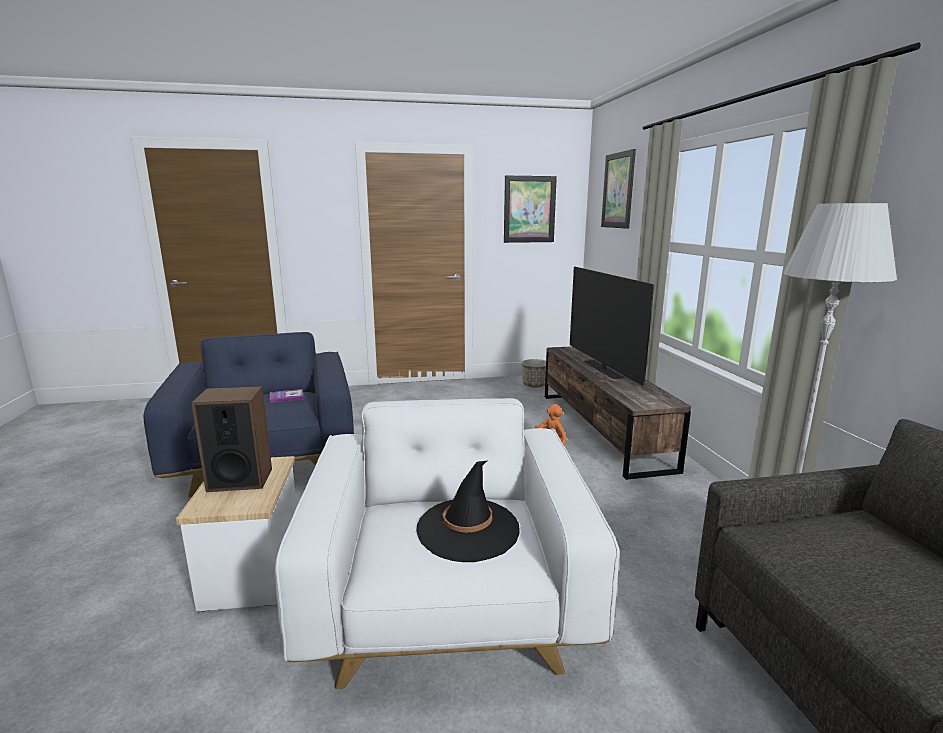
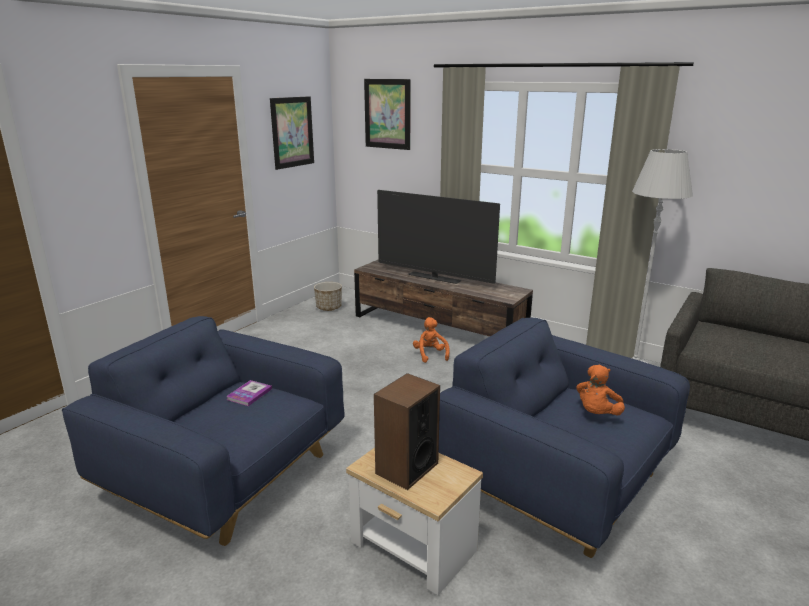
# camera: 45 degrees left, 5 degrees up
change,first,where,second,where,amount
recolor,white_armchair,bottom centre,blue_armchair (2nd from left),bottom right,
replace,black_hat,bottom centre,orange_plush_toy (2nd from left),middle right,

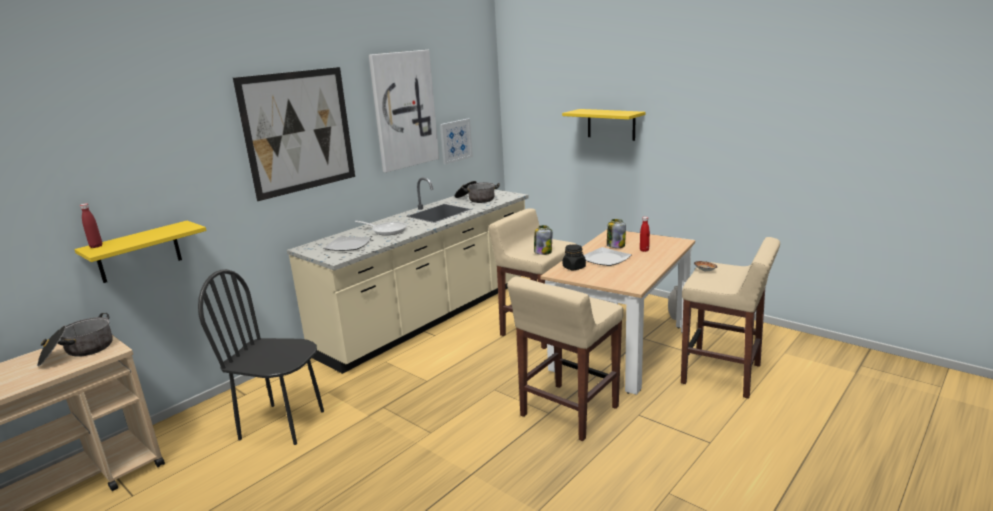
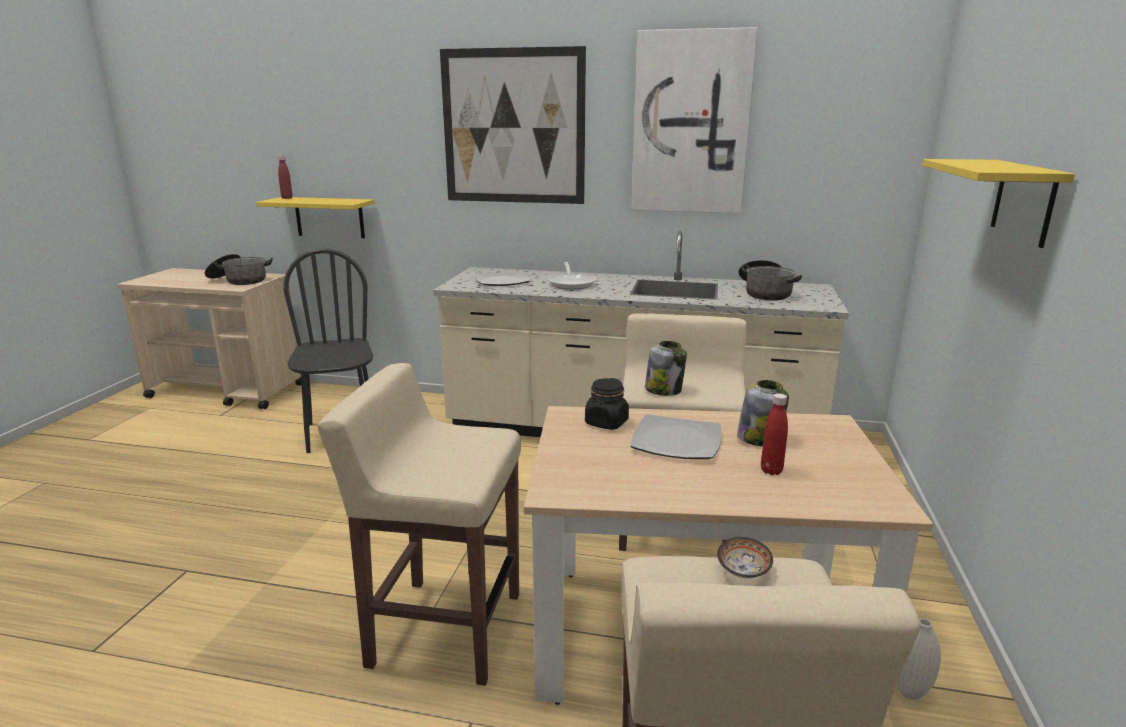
# camera: 60 degrees right, 0 degrees up
change,first,where,second,where,amount
delete,picture (3rd from left),top centre,,,

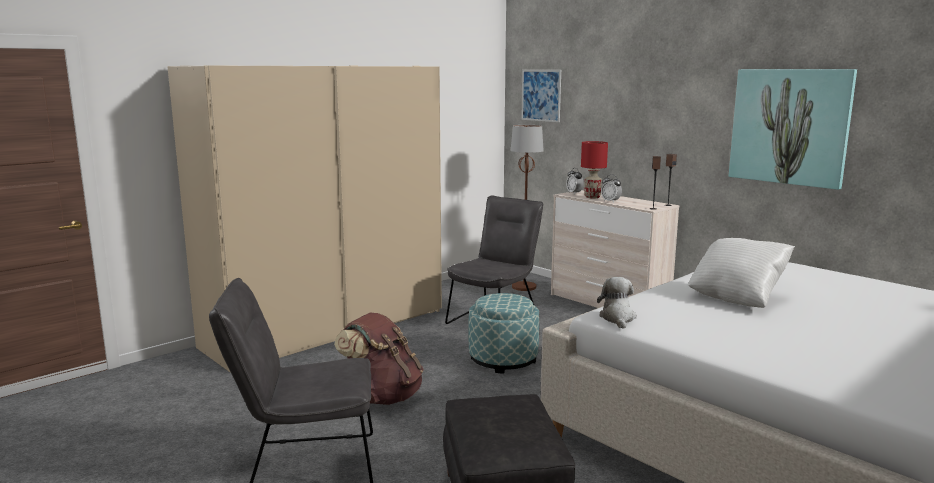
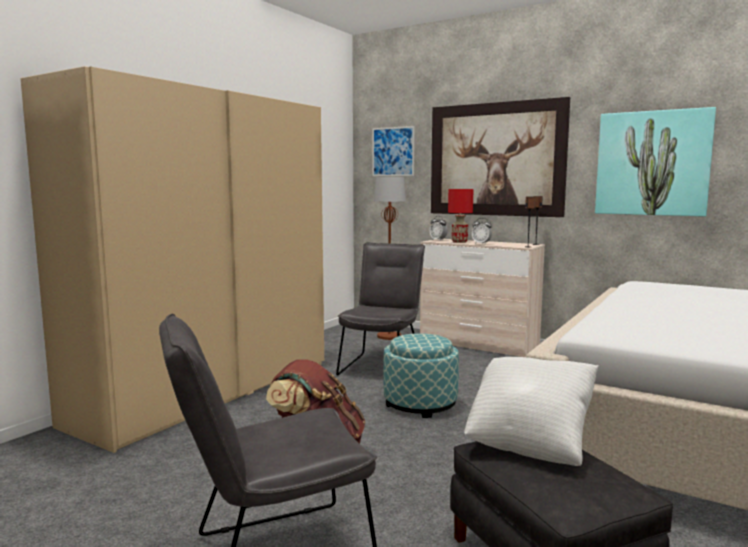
# camera: 15 degrees left, 5 degrees down
change,first,where,second,where,amount
move,white_pillow,middle right,,bottom right,
delete,plush_toy,centre,,,
insert,,,picture (2nd from left),top right,

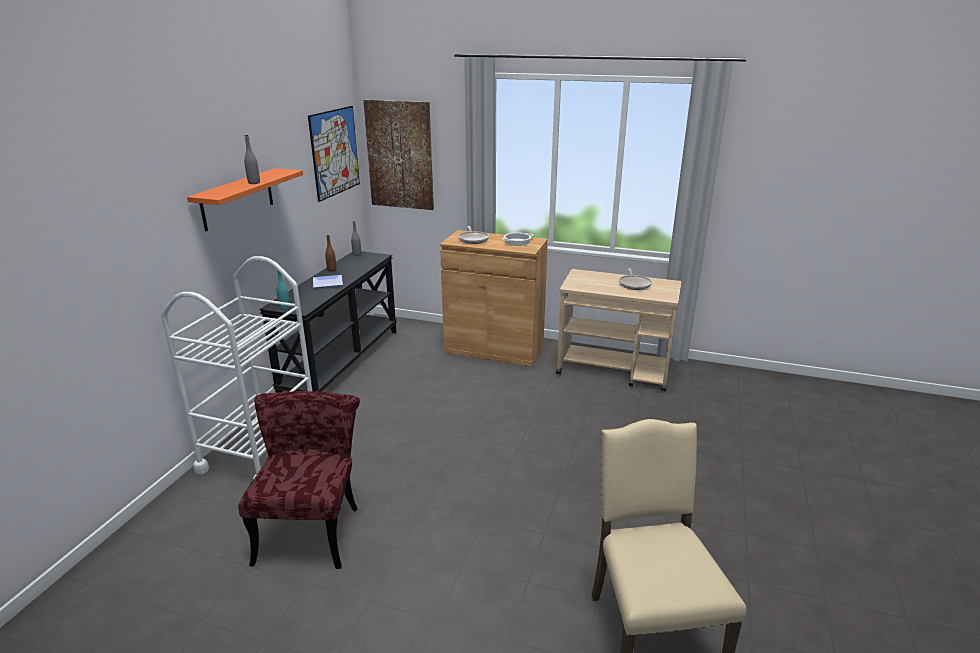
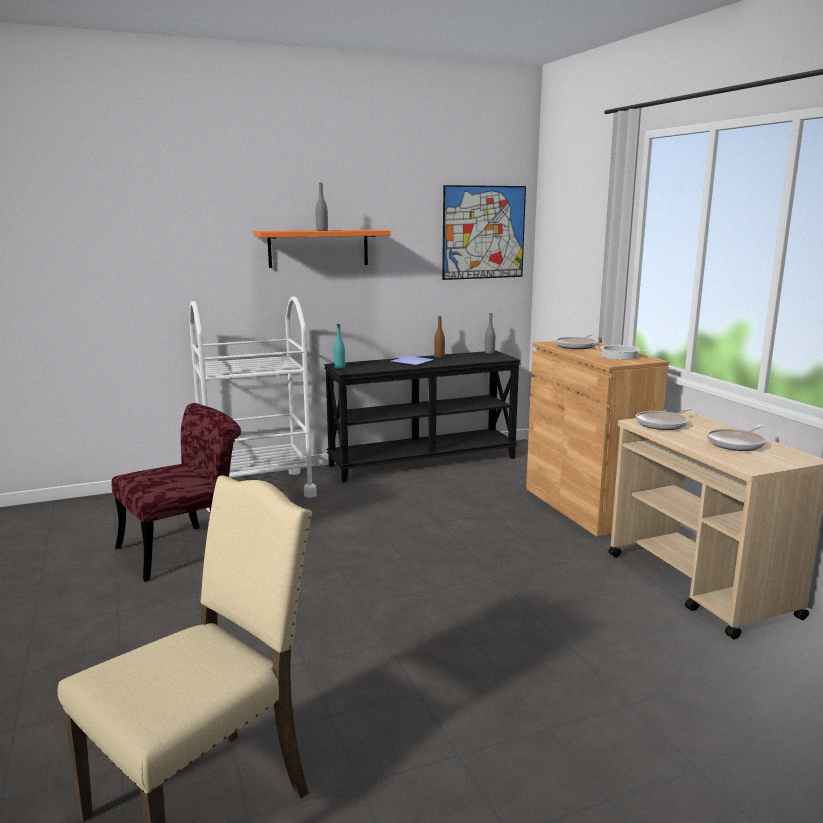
# camera: 50 degrees right, 10 degrees down
change,first,where,second,where,amount
delete,picture (2nd from left),top centre,,,
insert,,,frying_pan (2nd from left),middle right,

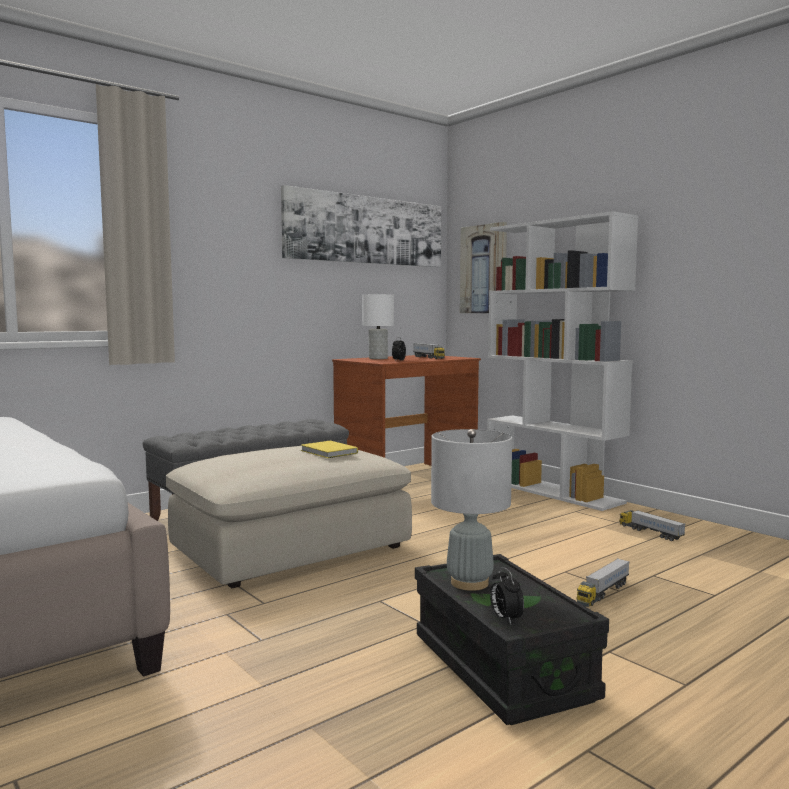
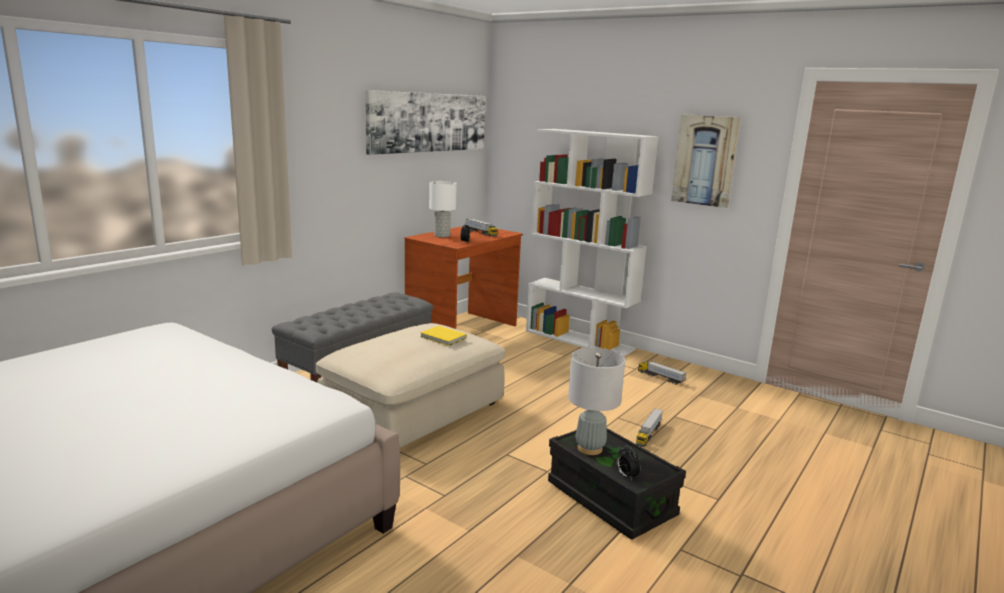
# camera: 15 degrees left, 10 degrees up
change,first,where,second,where,amount
move,picture (2nd from left),centre,,top right,

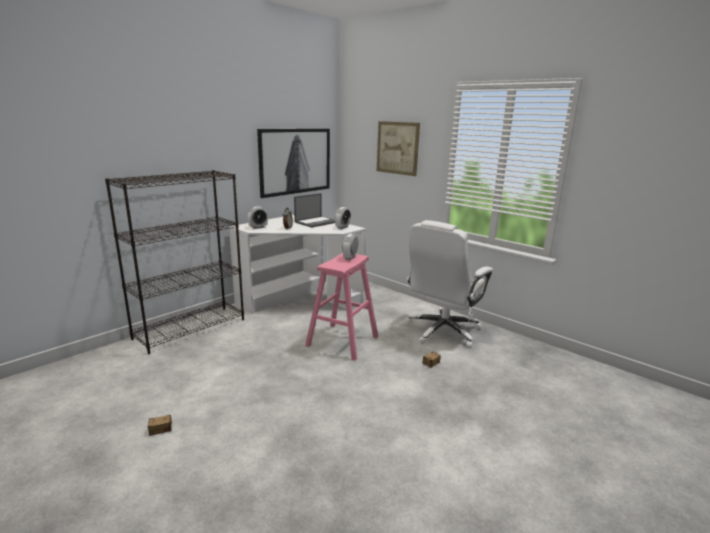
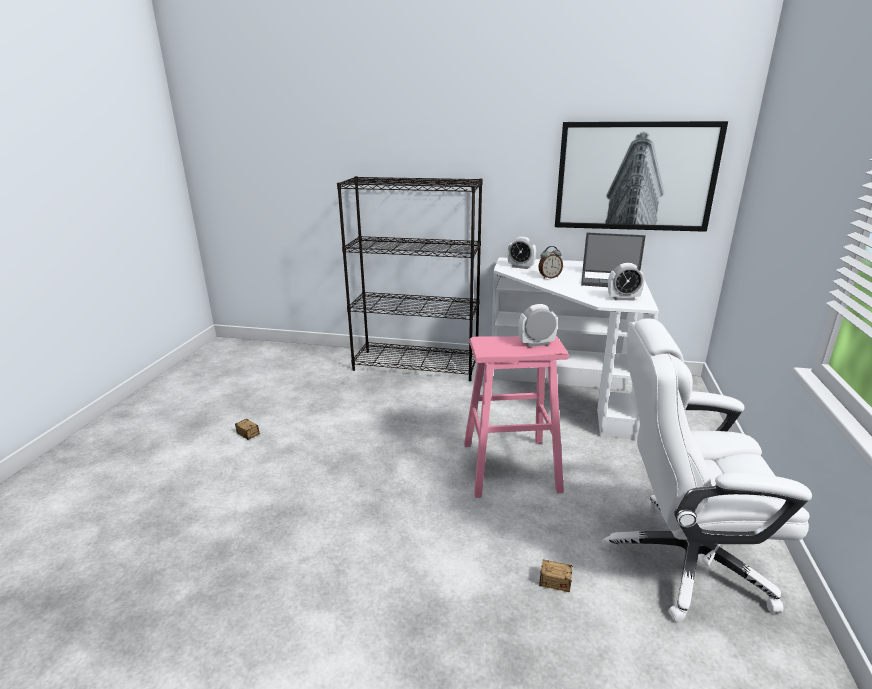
# camera: 60 degrees right, 5 degrees up
change,first,where,second,where,amount
delete,picture (2nd from left),top centre,,,

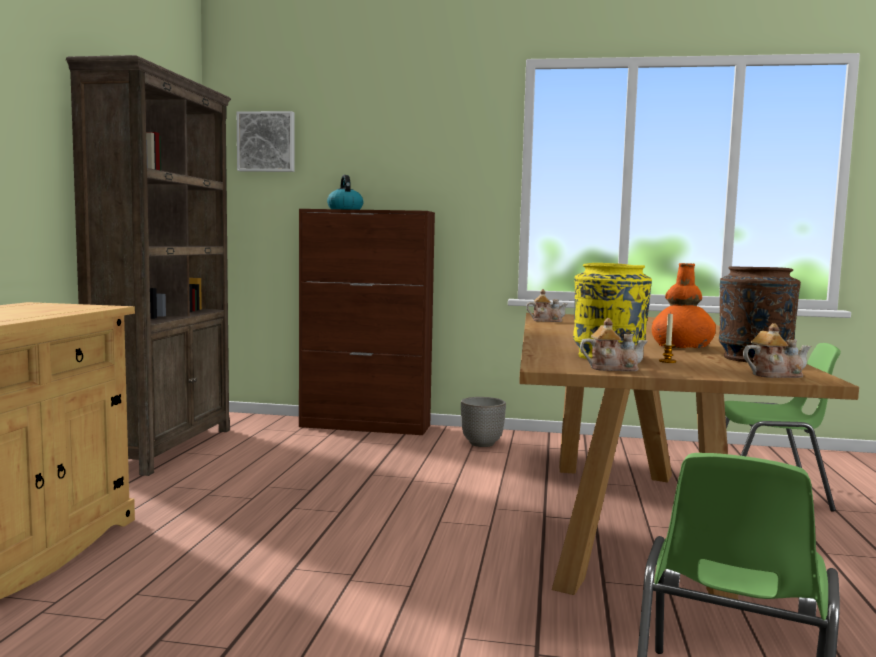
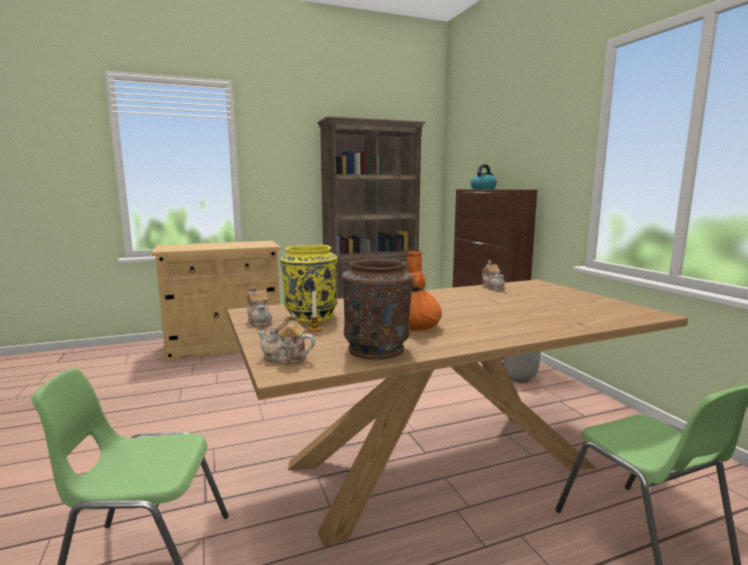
# camera: 60 degrees right, 5 degrees up
change,first,where,second,where,amount
delete,picture,top left,,,
rotate,teapot (3rd from left in the first image),middle right,teapot (2nd from left),centre,135 degrees clockwise

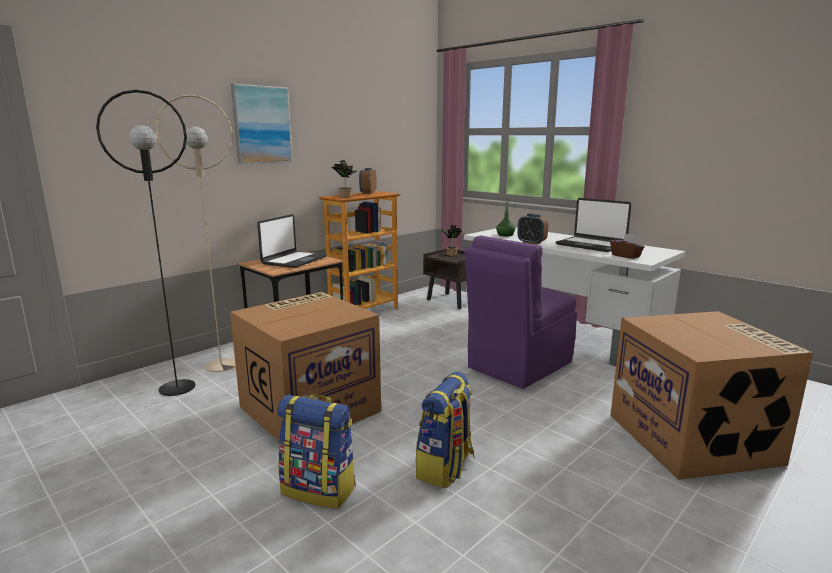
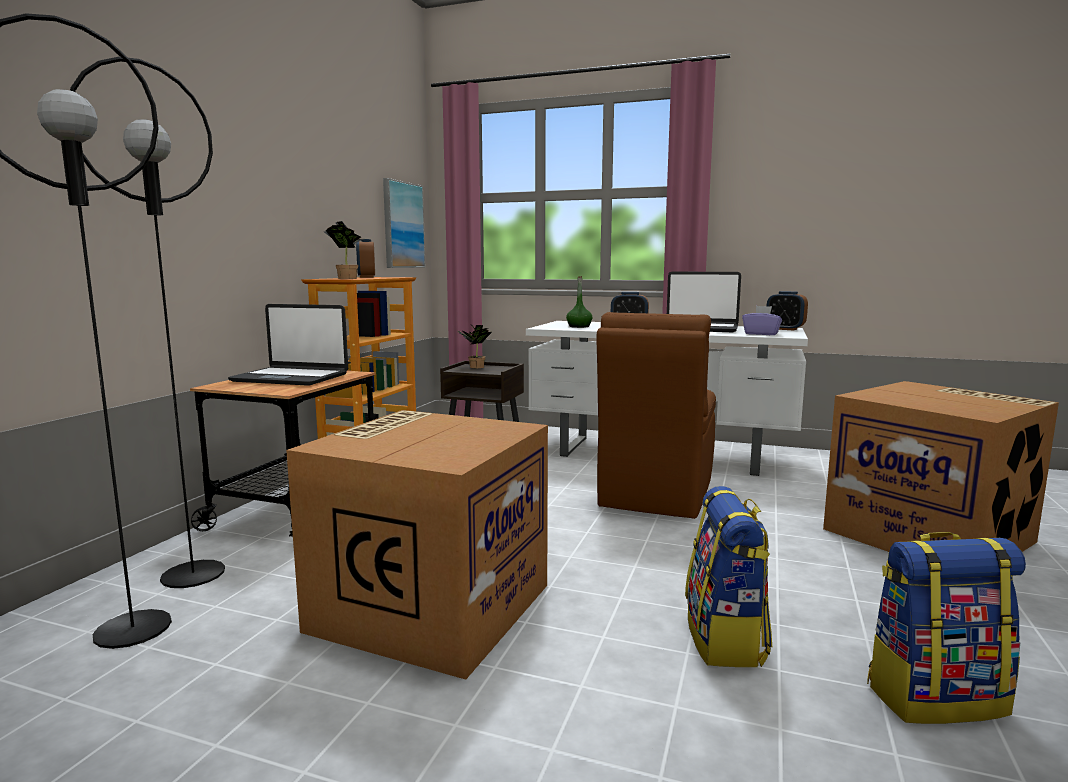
# camera: 25 degrees left, 5 degrees down
change,first,where,second,where,amount
move,picture,top left,,top centre,
recolor,beige_floor_lamp,middle left,black_floor_lamp (2nd from left),middle left,
rotate,laptop (1st from left),centre,,middle left,105 degrees clockwise
recolor,brown_tissue_box,middle right,purple_tissue_box,middle right,
recolor,purple_chair,centre,brown_chair,centre,
move,backpack (1st from left in the first image),bottom centre,backpack (2nd from left),bottom right,
insert,,,alarm_clock (3rd from left),middle right,

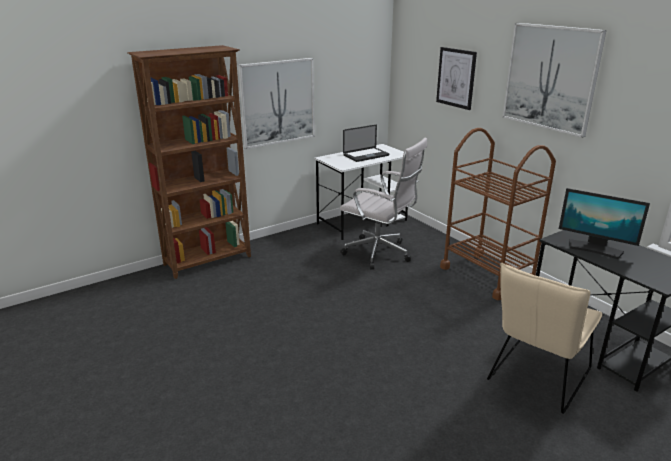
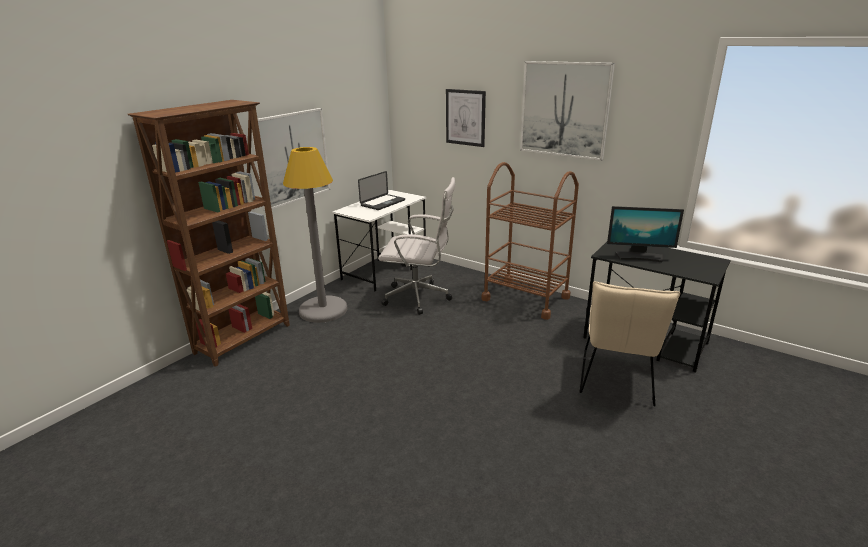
# camera: 20 degrees left, 0 degrees up
change,first,where,second,where,amount
insert,,,grey_floor_lamp,centre,

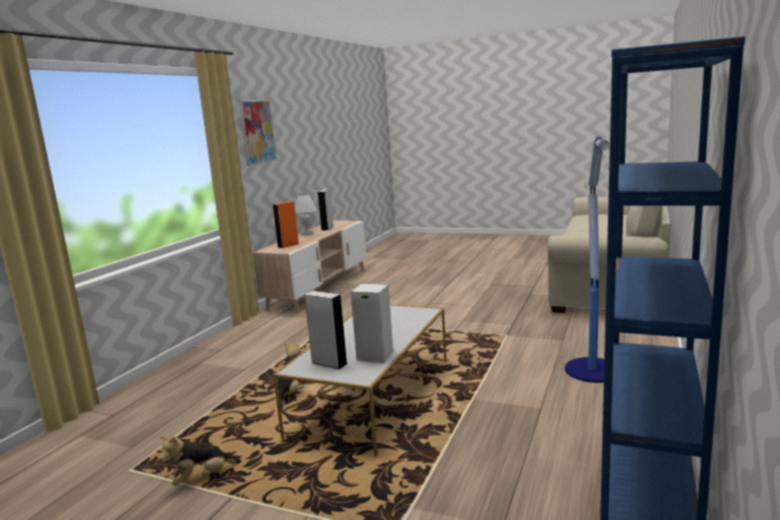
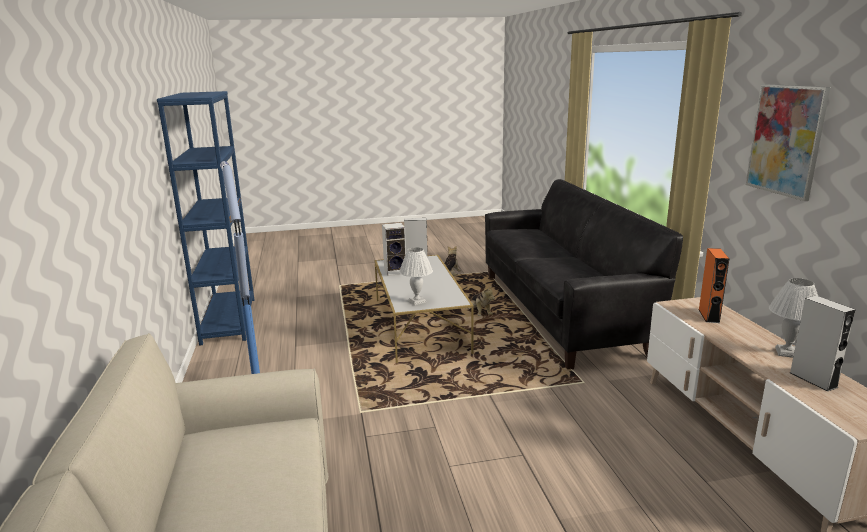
# camera: 145 degrees right, 5 degrees up
change,first,where,second,where,amount
insert,,,black_sofa,middle right,
insert,,,white_table_lamp (1st from left),centre,

